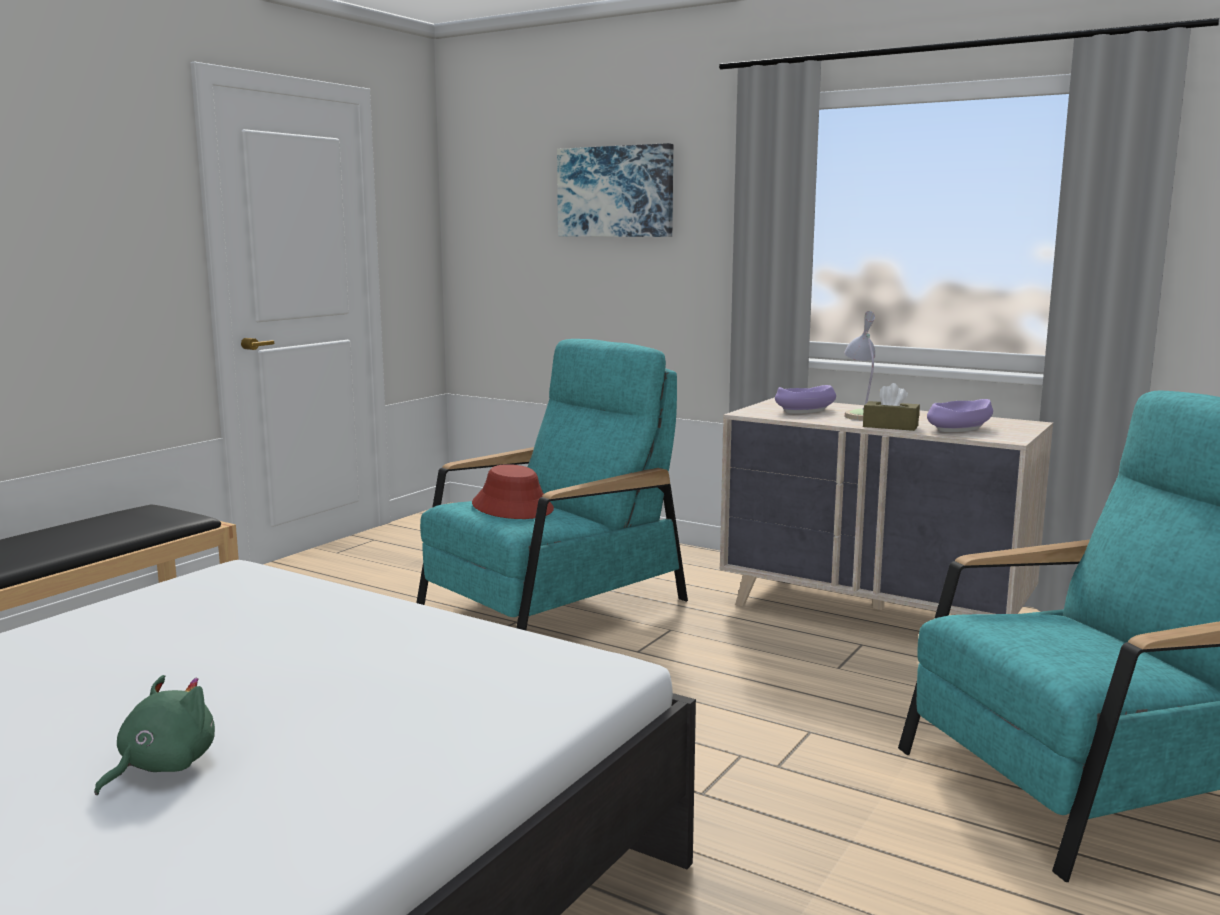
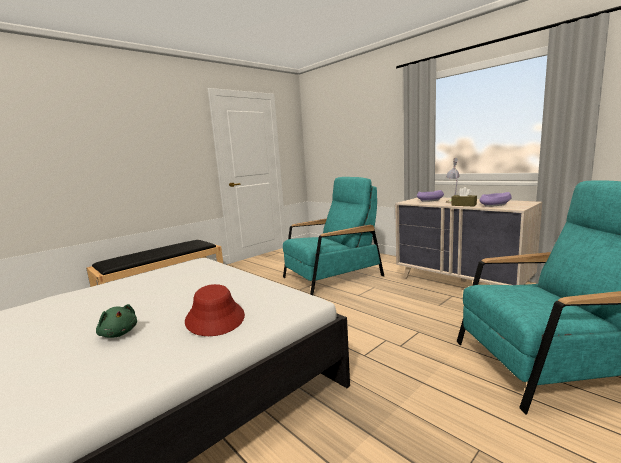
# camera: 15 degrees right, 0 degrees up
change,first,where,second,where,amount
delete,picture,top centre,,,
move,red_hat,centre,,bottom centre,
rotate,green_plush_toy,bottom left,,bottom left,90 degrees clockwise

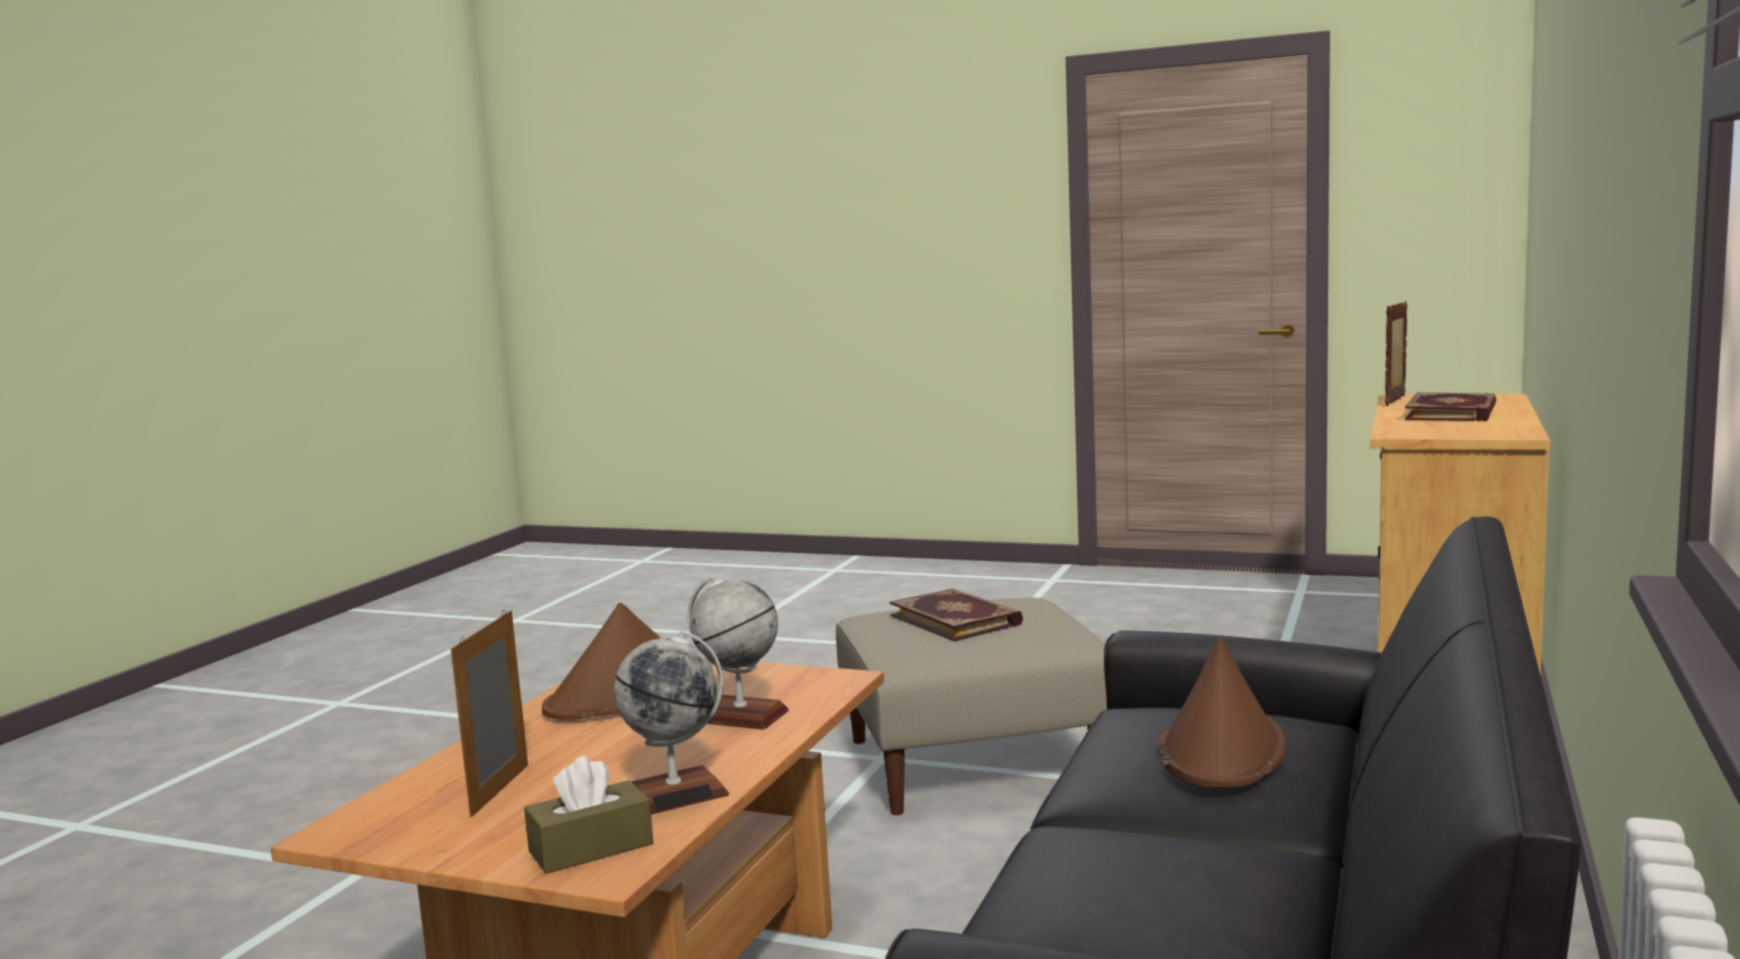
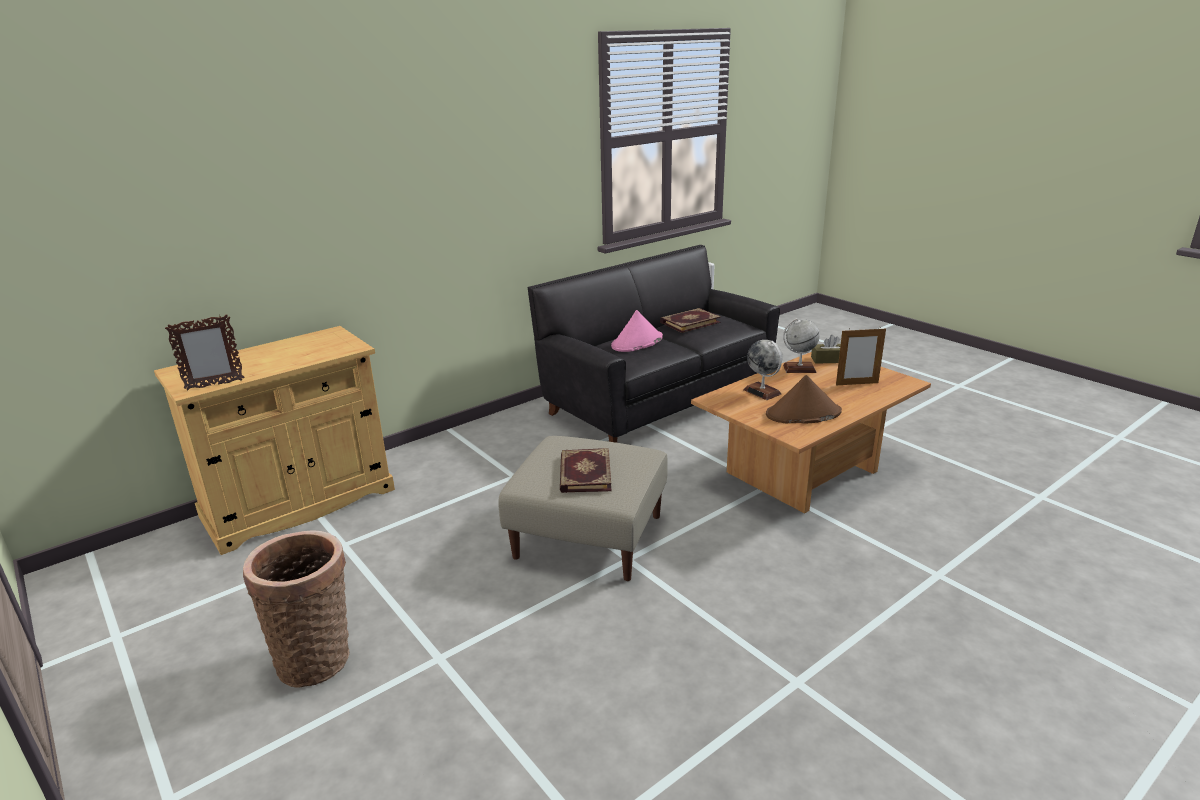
# camera: 150 degrees left, 15 degrees up
change,first,where,second,where,amount
move,book (2nd from left),middle right,,centre,
rotate,picture_frame (1st from left in the first image),bottom left,picture_frame (2nd from left),middle right,45 degrees clockwise
recolor,brown_hat (2nd from left),bottom right,pink_hat,centre,
insert,,,basket,bottom left,

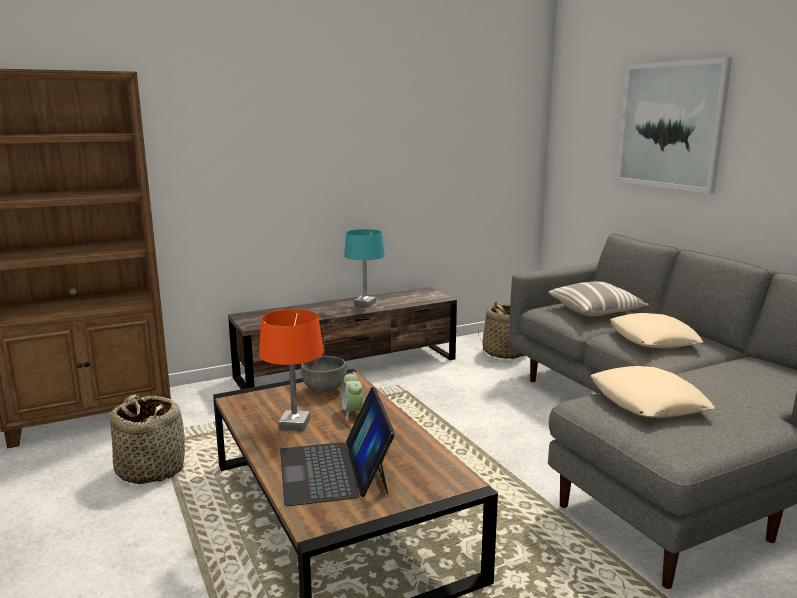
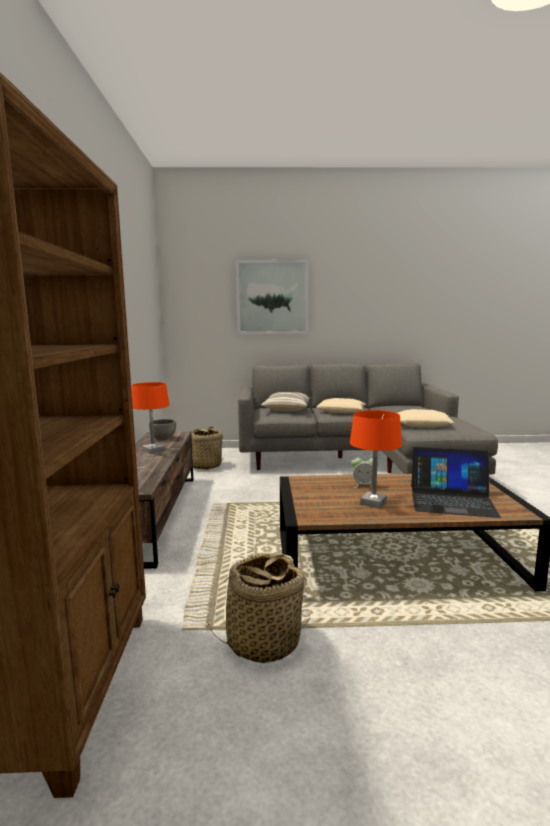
# camera: 65 degrees left, 5 degrees down
change,first,where,second,where,amount
recolor,turquoise_table_lamp,centre,orange_table_lamp (1st from left),middle left,
move,grey_bowl,centre,,middle left,

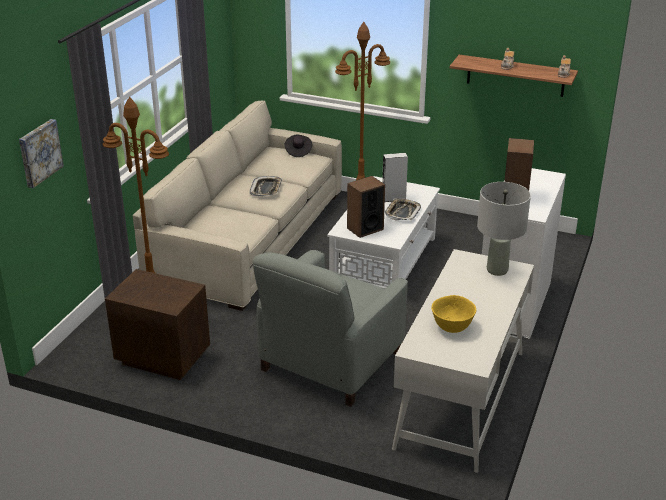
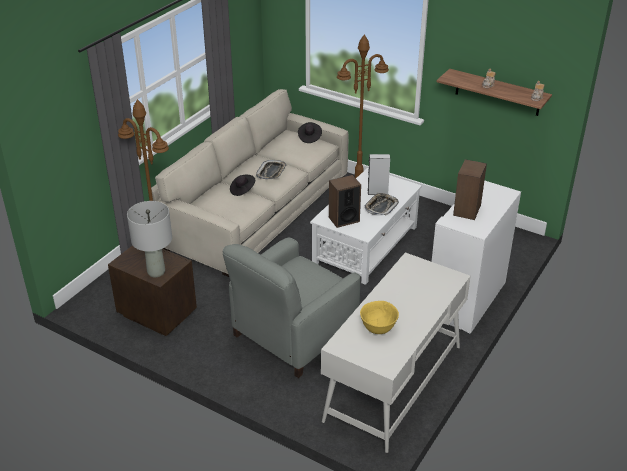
# camera: 10 degrees right, 5 degrees up
change,first,where,second,where,amount
delete,picture,top left,,,
move,grey_table_lamp,middle right,,middle left,
insert,,,black_hat (1st from left),centre,

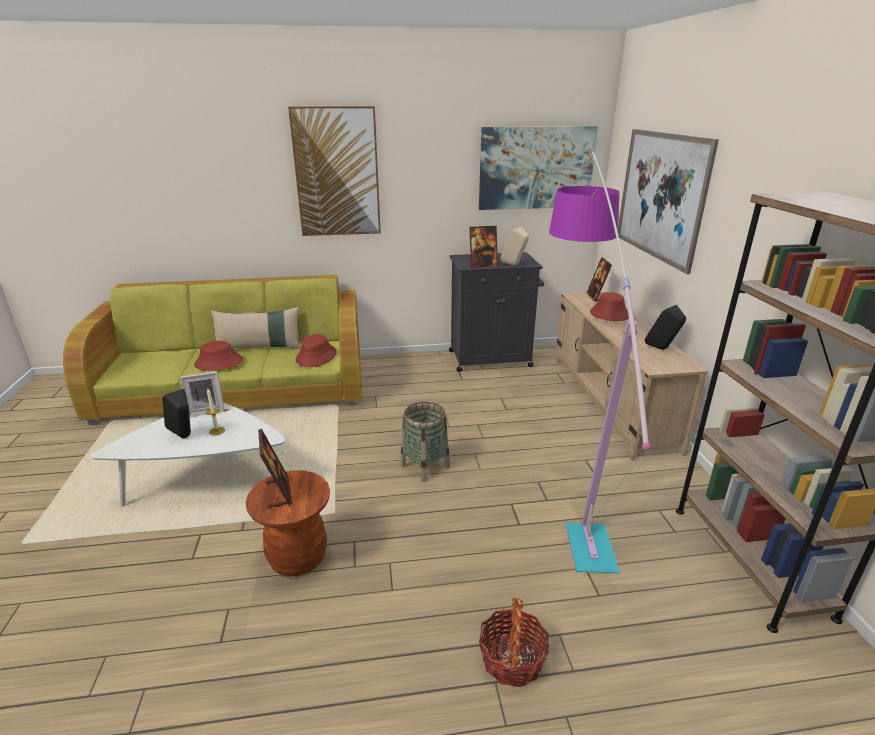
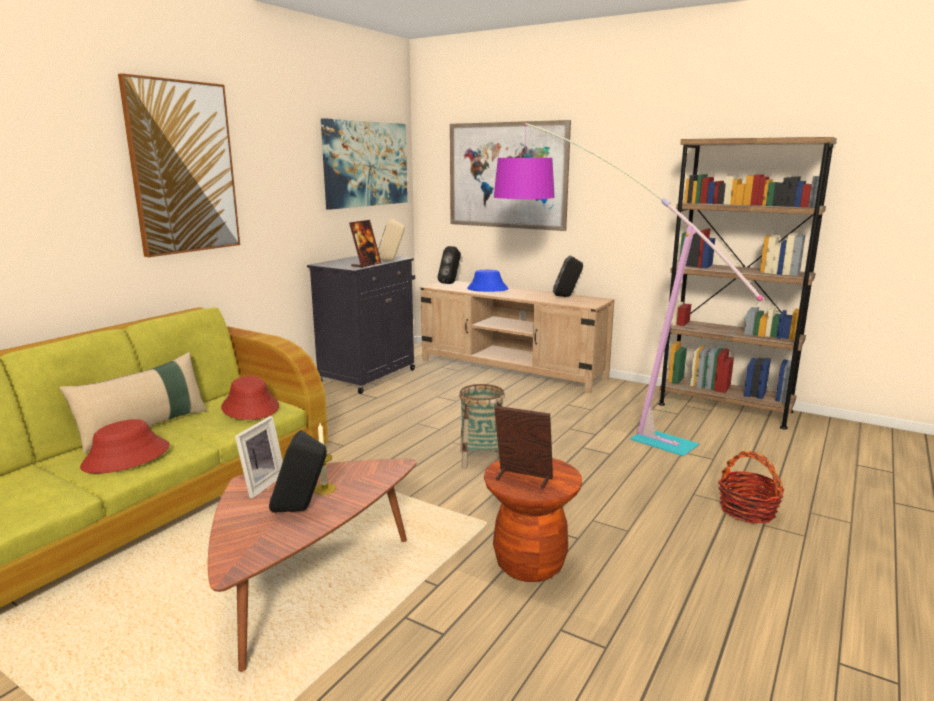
# camera: 50 degrees left, 10 degrees down
change,first,where,second,where,amount
replace,picture_frame (4th from left),middle right,black_speaker (2nd from left),centre,
recolor,red_hat (3rd from left),middle right,blue_hat,centre,
recolor,white_coffee_table,middle left,brown_coffee_table,bottom centre,

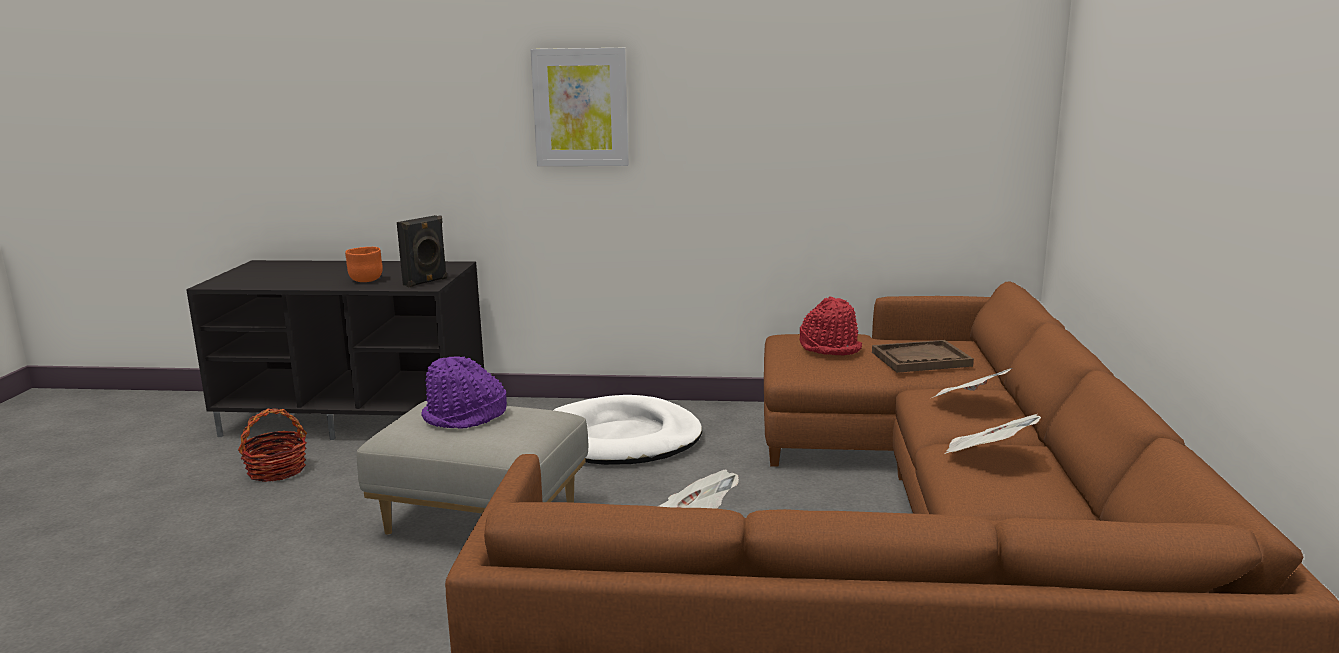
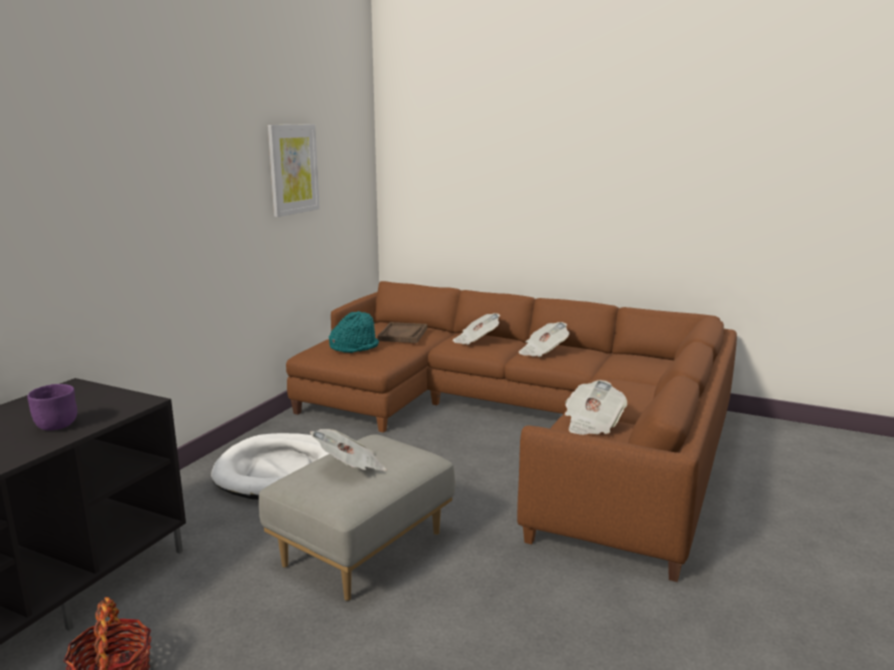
# camera: 70 degrees left, 0 degrees up
change,first,where,second,where,amount
move,picture,top centre,,top left,
delete,black_speaker,middle left,,,
recolor,orange_bowl,middle left,purple_bowl,middle left,
recolor,red_hat,centre,turquoise_hat,centre,
replace,purple_hat,centre,newspaper (1st from left),bottom centre,

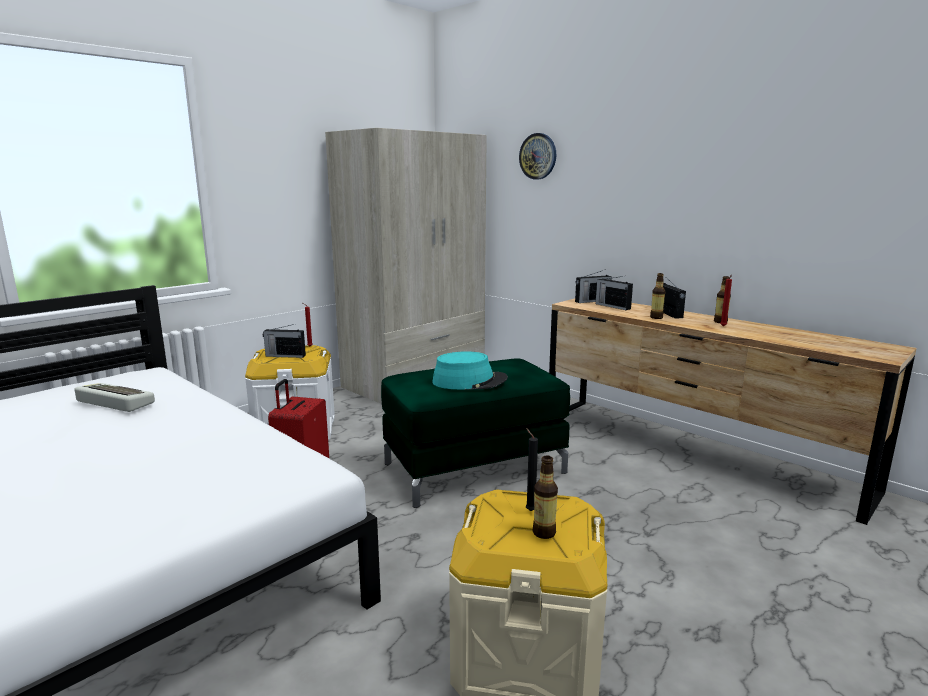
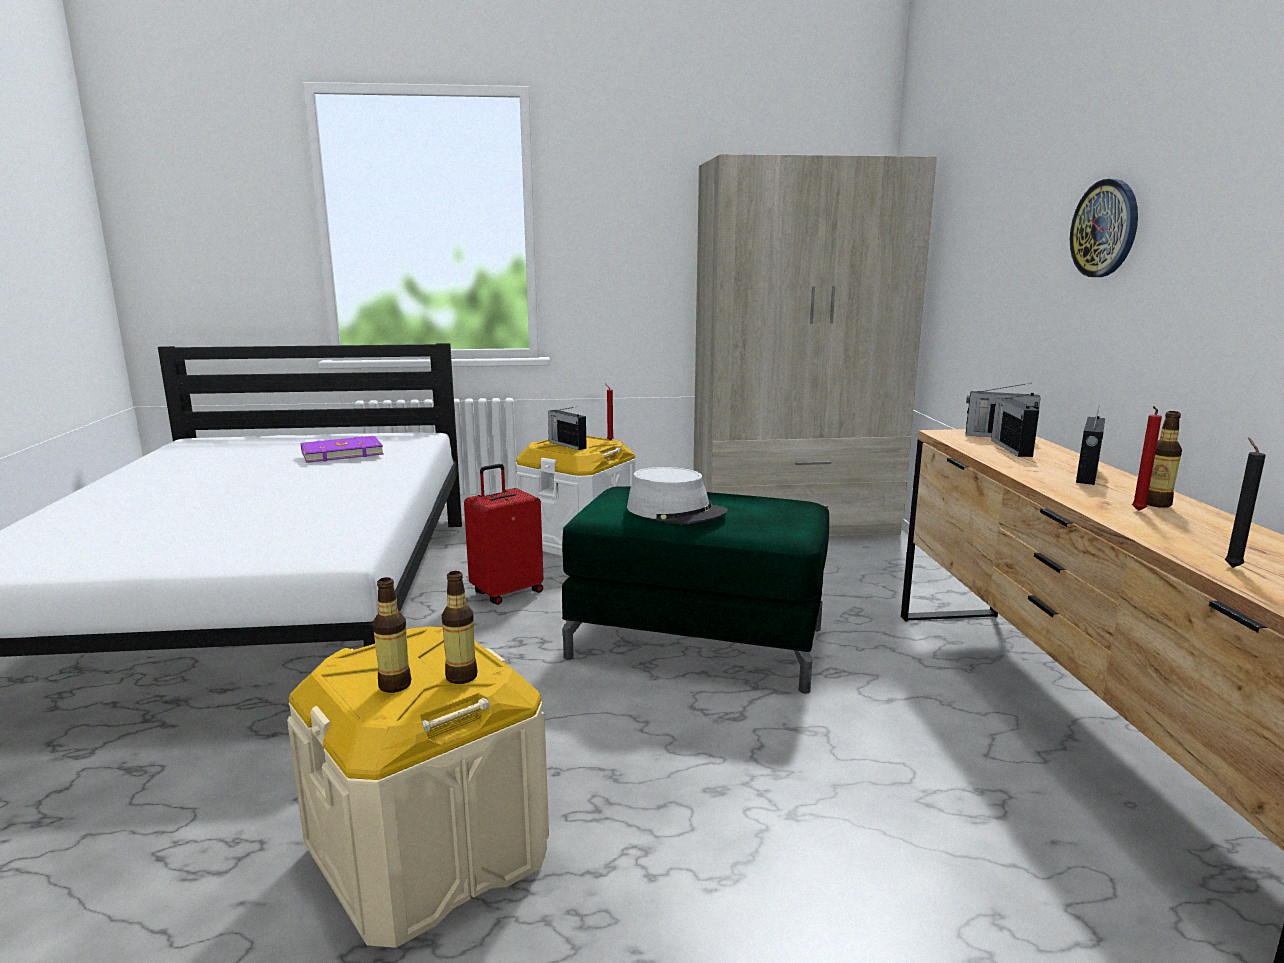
# camera: 40 degrees right, 0 degrees up
change,first,where,second,where,amount
move,wall_clock,top centre,,top right,
move,bottle (2nd from left),middle right,,centre,
recolor,turquoise_hat,centre,grey_hat,centre,
replace,keyboard,middle left,purple_book,middle left,
move,black_candle,bottom centre,,middle right,

